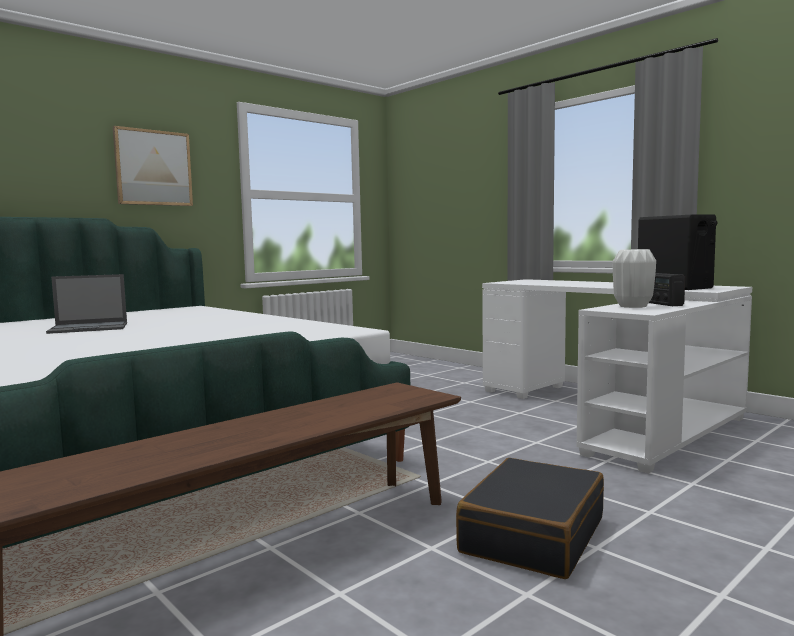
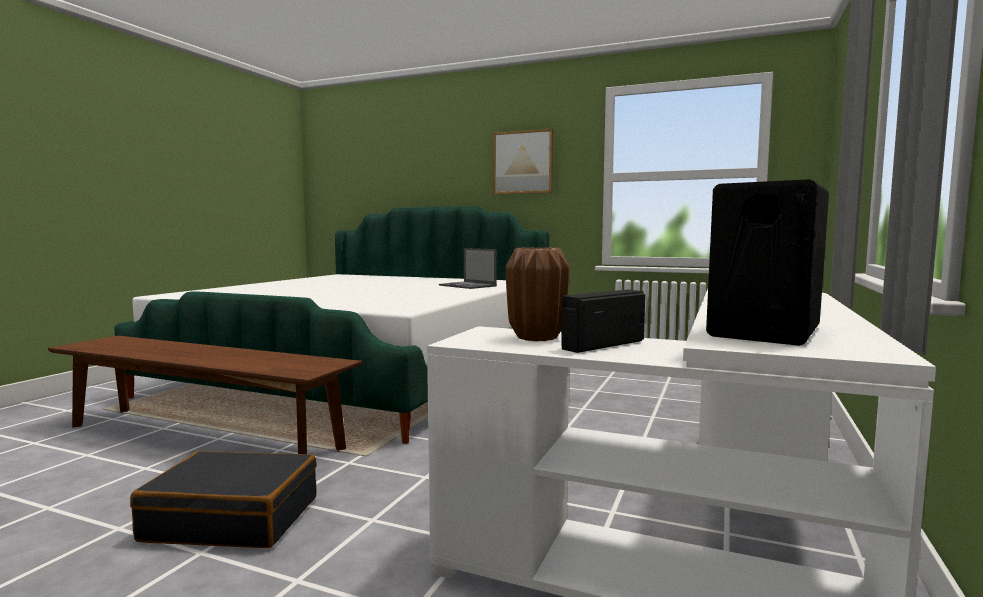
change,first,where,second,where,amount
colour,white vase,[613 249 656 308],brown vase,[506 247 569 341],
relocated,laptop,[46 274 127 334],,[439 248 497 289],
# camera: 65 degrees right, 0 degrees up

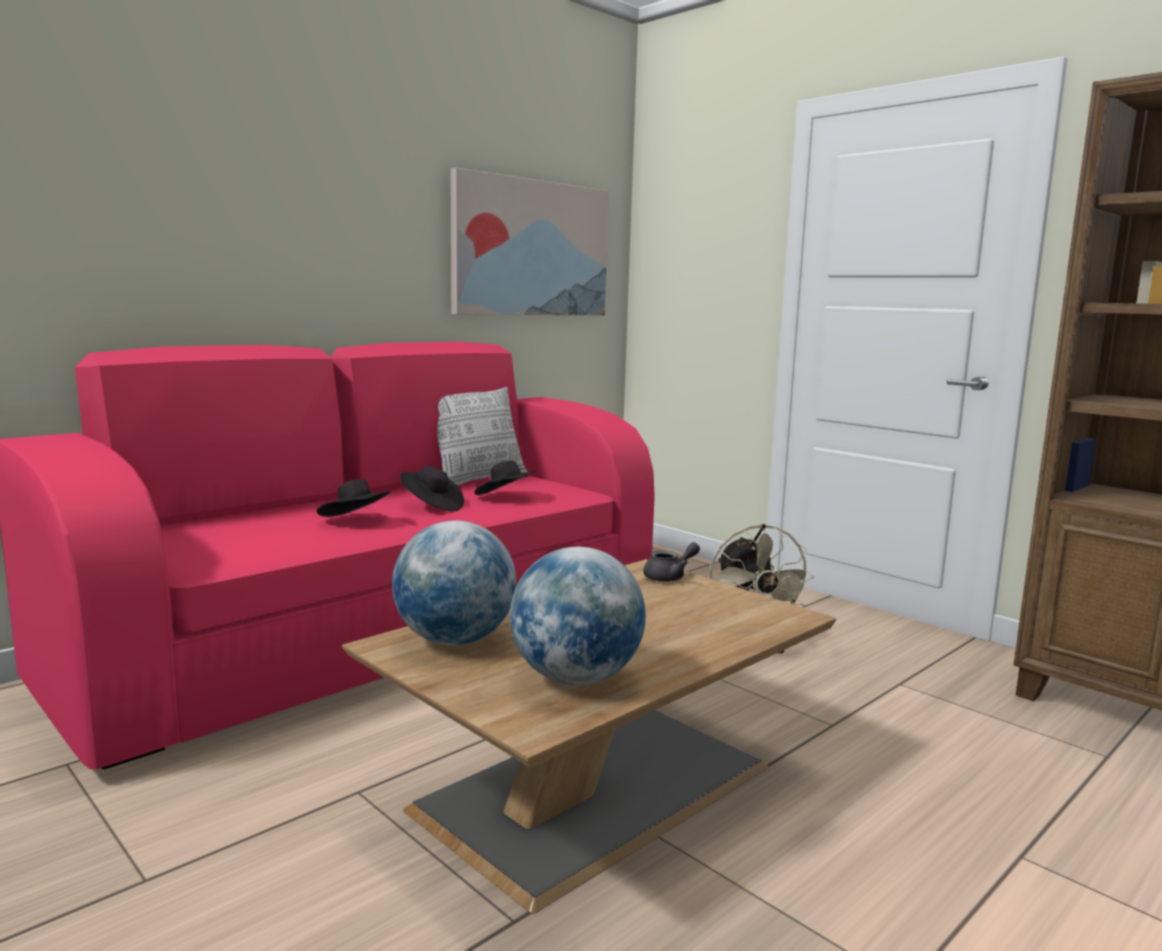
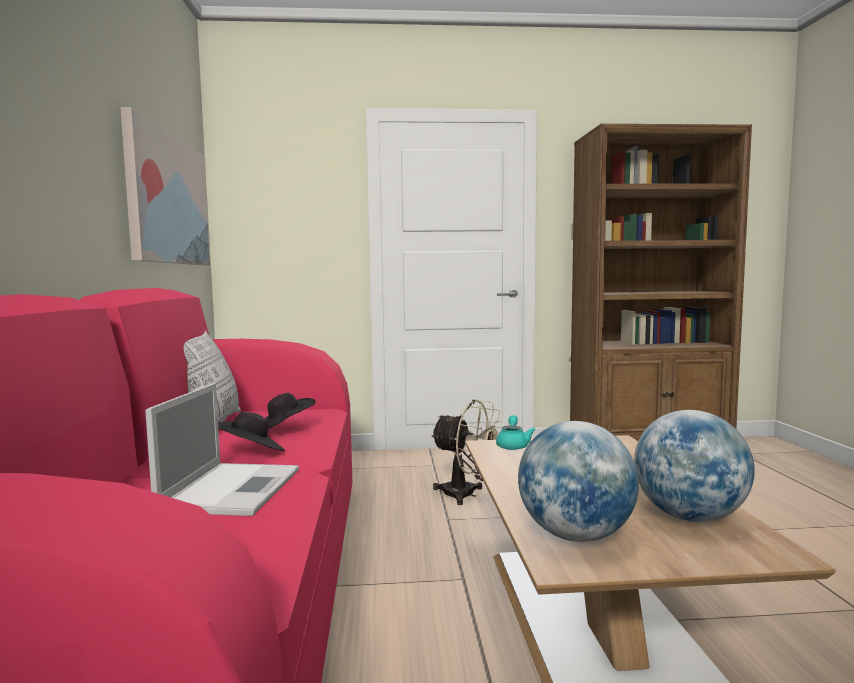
change,first,where,second,where,amount
exchanged,black hat,[317 479 391 517],laptop,[145 383 299 516],
colour,grey teapot,[643 542 700 582],turquoise teapot,[496 415 536 450],
# camera: 50 degrees left, 5 degrees down

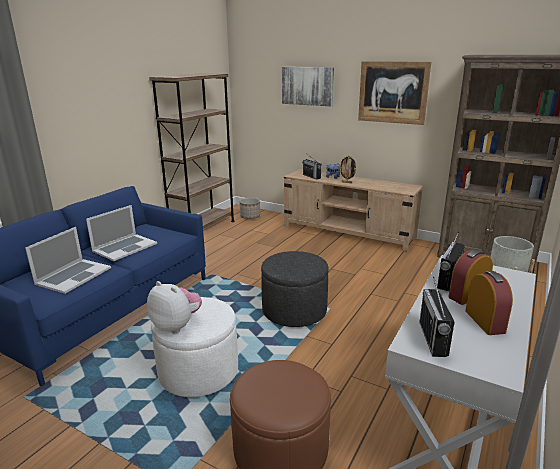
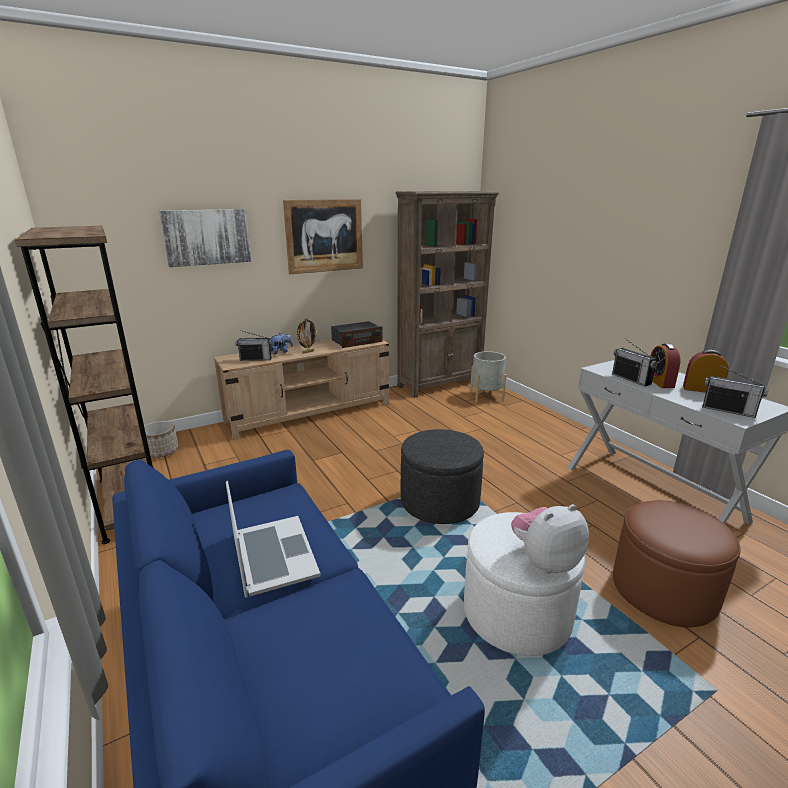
change,first,where,second,where,amount
missing,laptop,[25 227 111 294],,,
appeared,,,radio,[331 321 383 348],
# camera: 60 degrees left, 0 degrees up

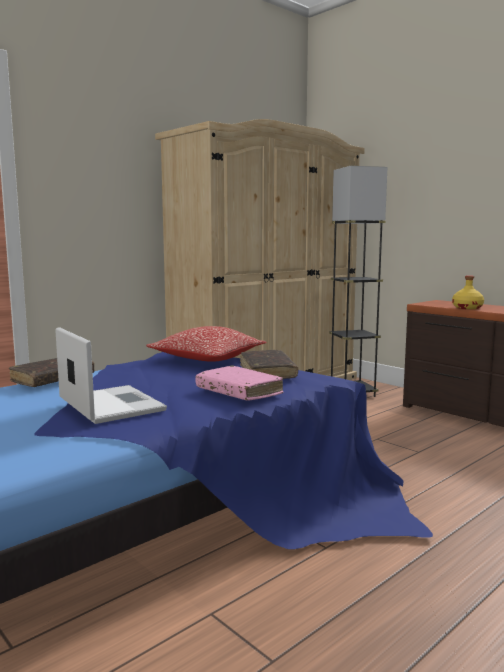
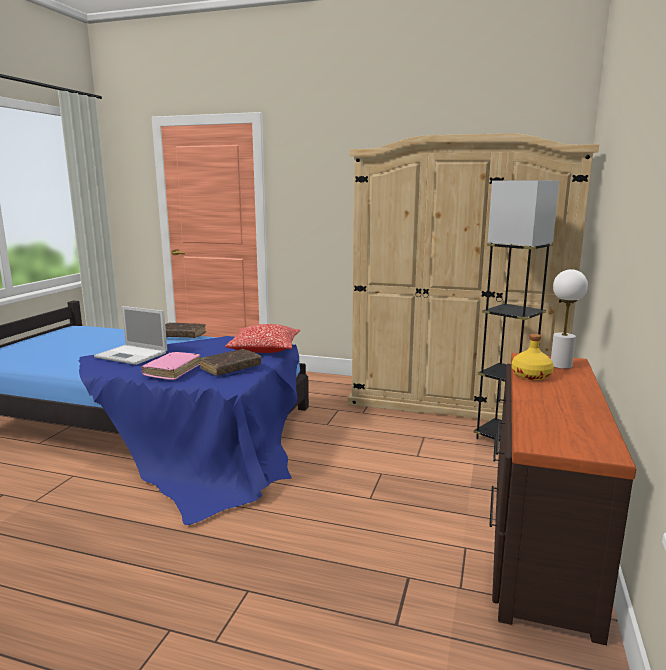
change,first,where,second,where,amount
spun,laptop,[55 327 167 424],,[94 306 167 365],90 degrees clockwise
appeared,,,white table lamp,[551 269 588 369],
# camera: 60 degrees right, 5 degrees up

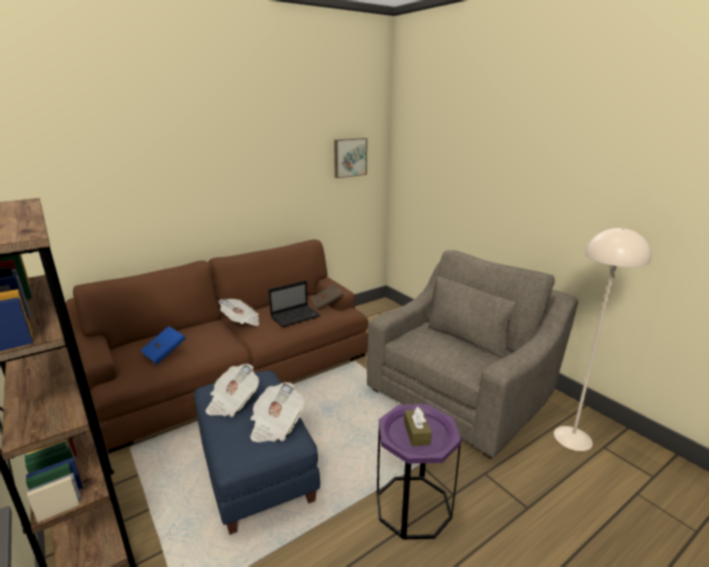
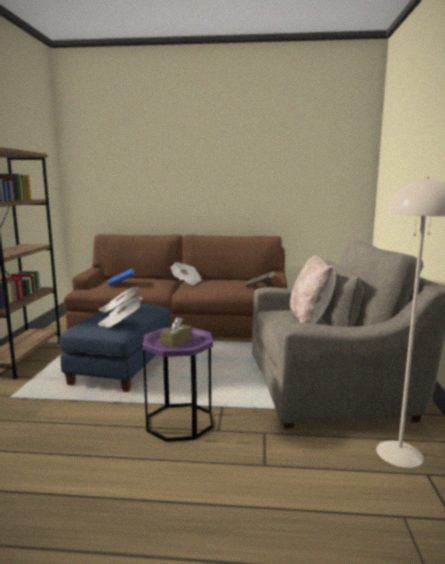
change,first,where,second,where,amount
missing,picture,[334 138 367 178],,,
missing,laptop,[269 280 321 327],,,
appeared,,,beige pillow,[290 255 336 324],
# camera: 40 degrees right, 10 degrees down

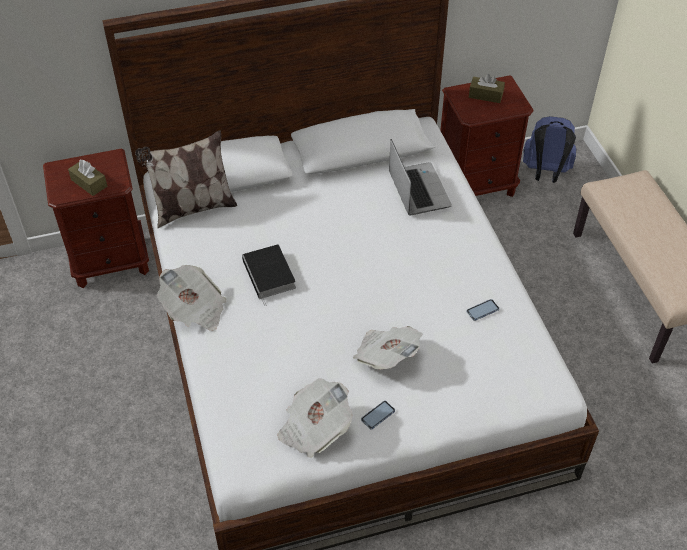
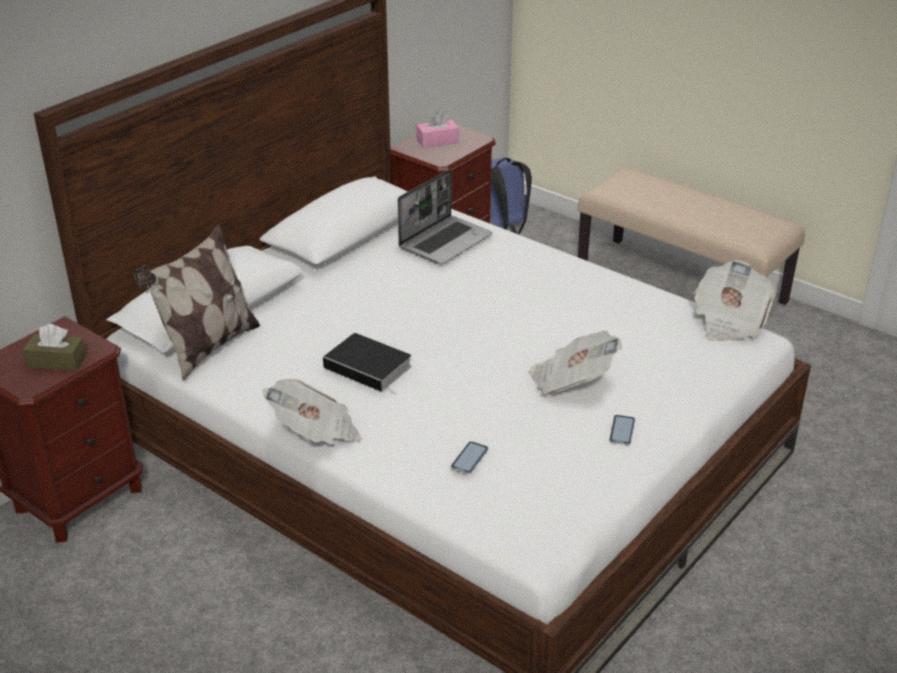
change,first,where,second,where,amount
colour,brown tissue box,[469 74 505 103],pink tissue box,[416 111 459 148],
spun,laptop,[389 139 452 215],,[398 169 492 264],90 degrees clockwise
relocated,phone,[466 299 499 321],,[451 441 488 474],
relocated,newspaper,[277 378 353 458],,[693 260 776 341],
# camera: 35 degrees left, 15 degrees down

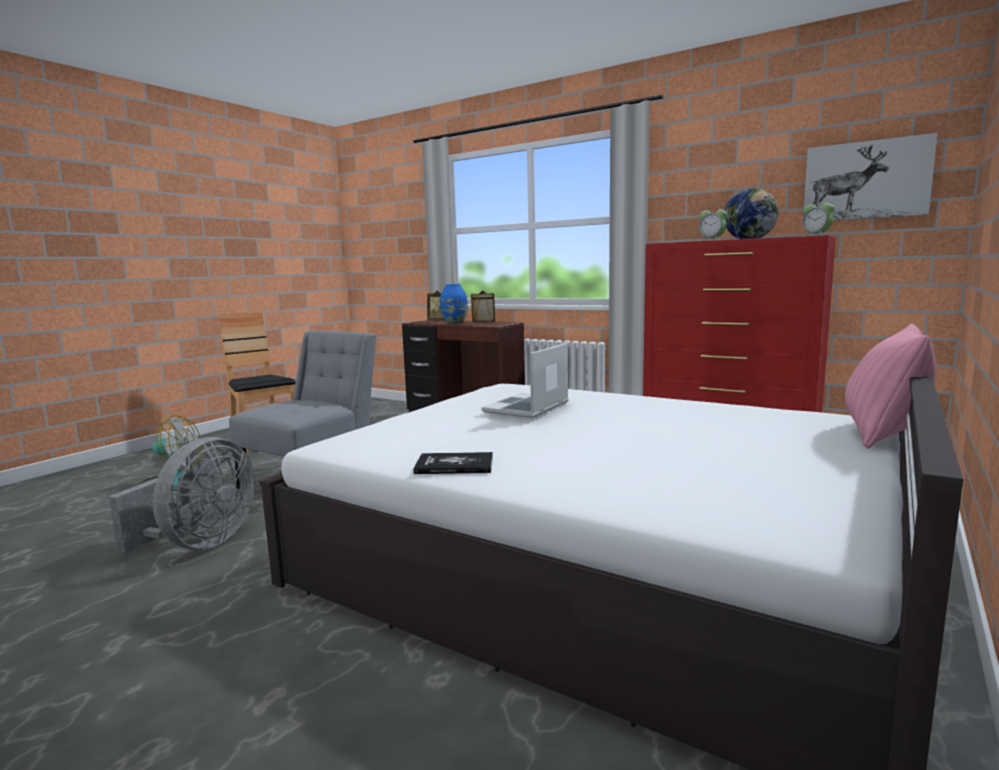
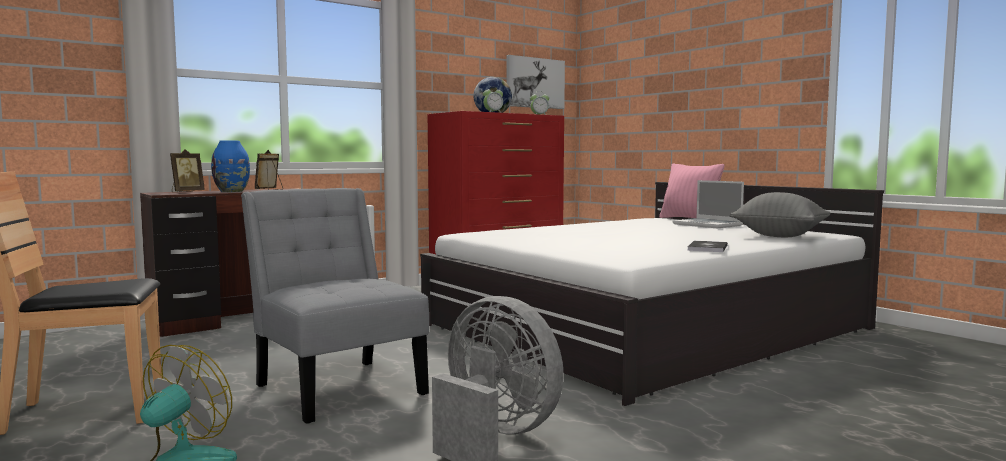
change,first,where,second,where,amount
relocated,laptop,[481 343 569 418],,[673 180 744 228],
appeared,,,grey pillow,[730 192 830 237],
# camera: 70 degrees left, 5 degrees down

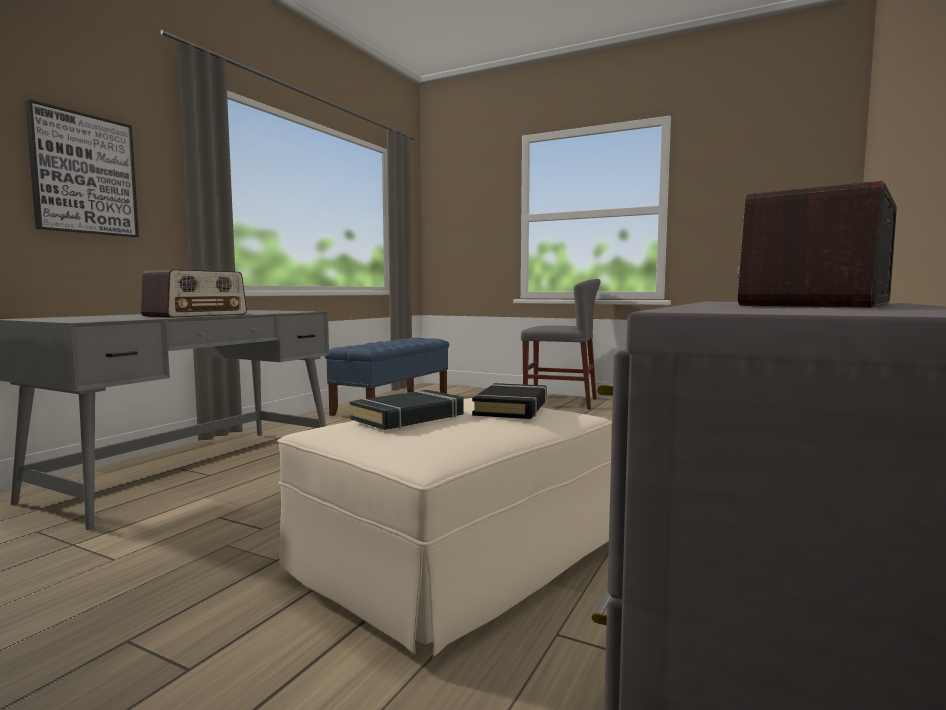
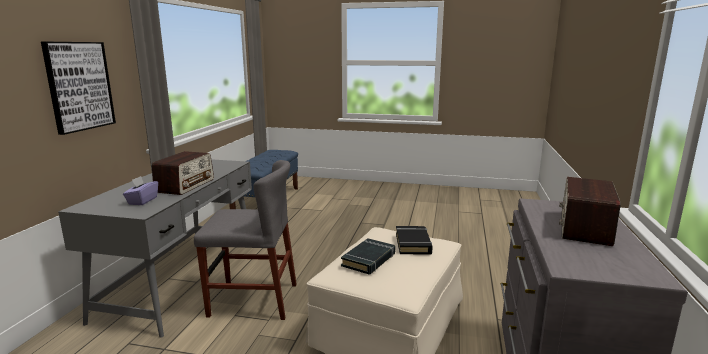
change,first,where,second,where,amount
relocated,grey chair,[521 279 601 409],,[194 160 297 320],
appeared,,,purple tissue box,[123 176 158 205],
# camera: 15 degrees left, 10 degrees up

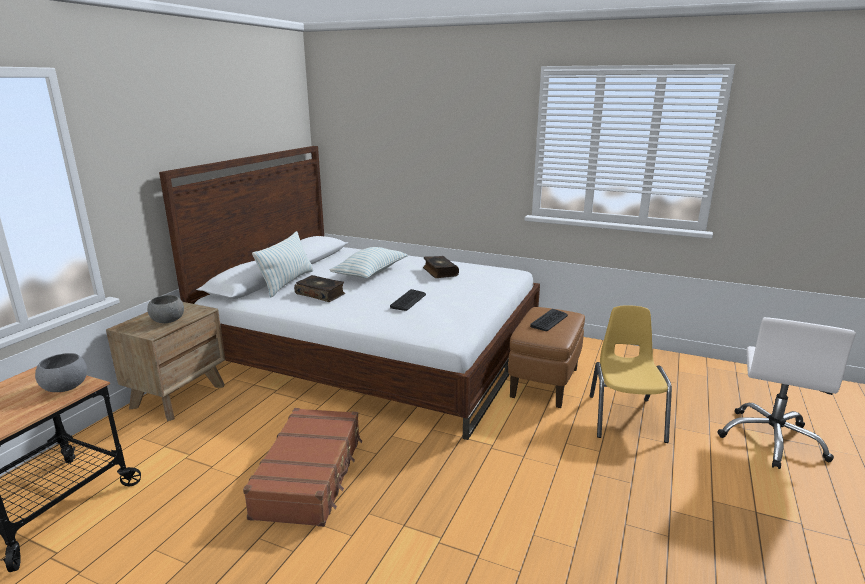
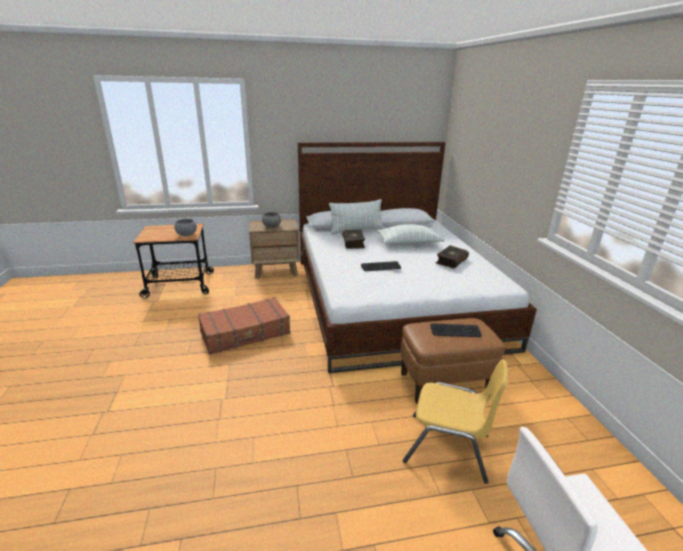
change,first,where,second,where,amount
spun,yellow chair,[590 305 672 443],,[403 359 508 484],45 degrees clockwise
# camera: 55 degrees right, 5 degrees up

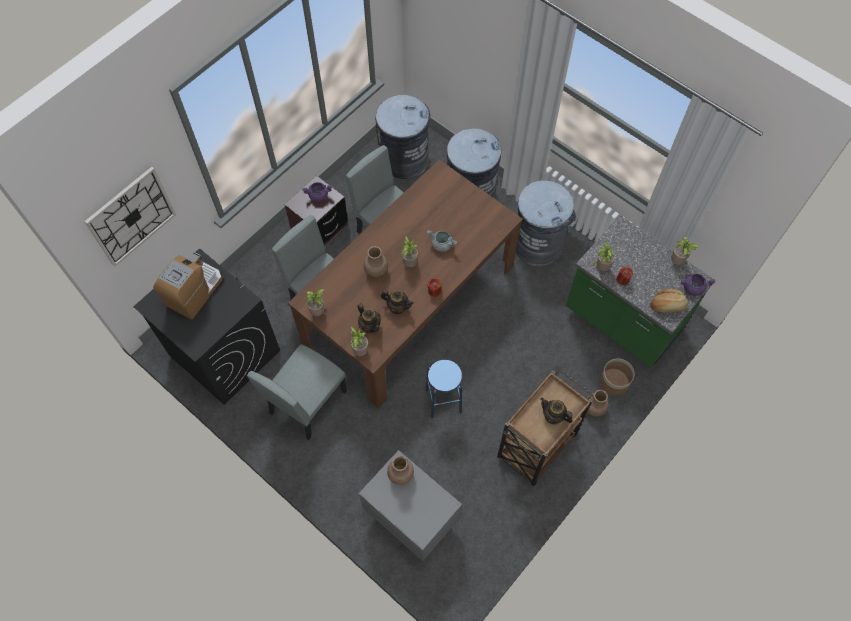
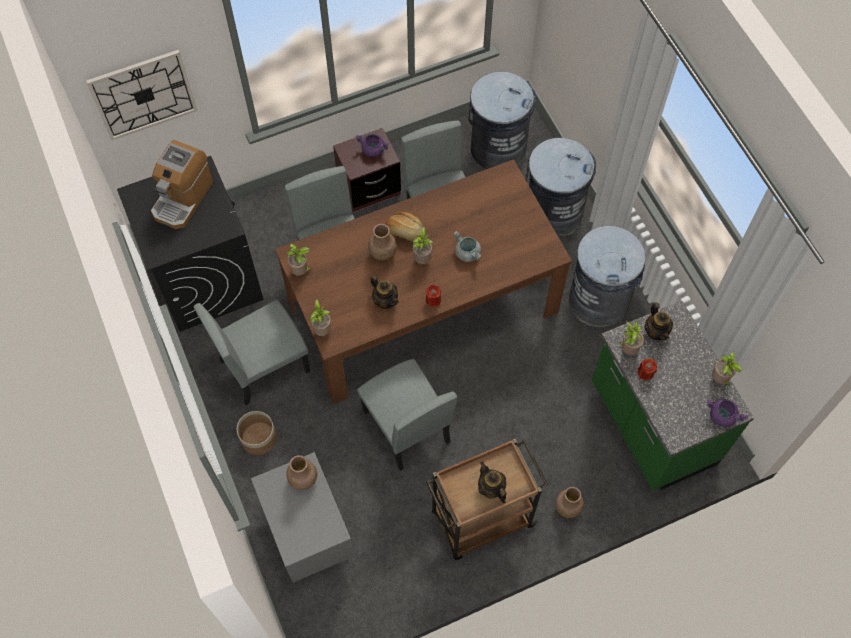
change,first,where,second,where,amount
spun,coffee machine,[153 252 223 320],,[151 140 213 229],150 degrees clockwise
relocated,bread,[650 289 688 312],,[385 212 423 242],
relocated,teapot,[357 303 381 333],,[644 302 673 340],
relocated,planter,[599 358 635 396],,[237 411 277 455],
exchanged,blue stool,[425 360 462 419],grey chair,[357 359 457 471],
# camera: 25 degrees right, 0 degrees up

